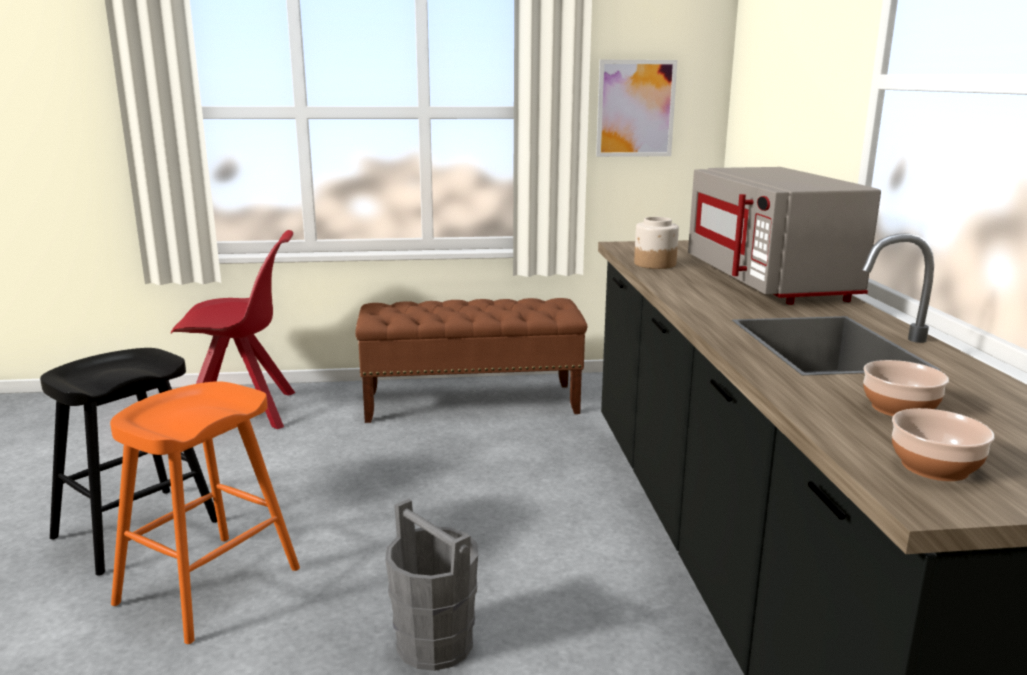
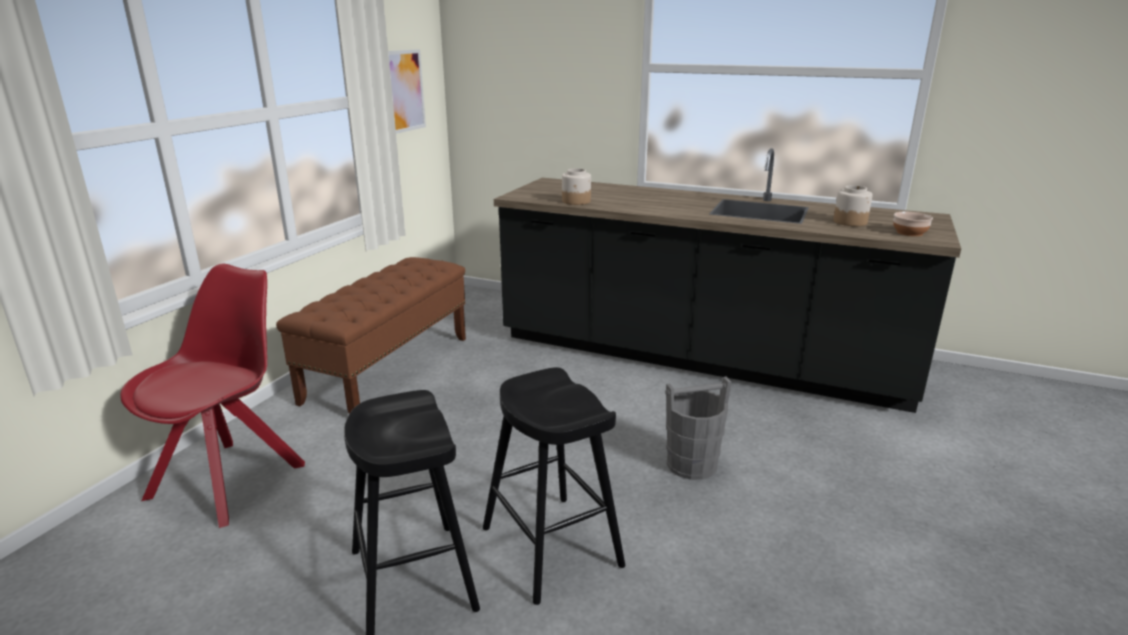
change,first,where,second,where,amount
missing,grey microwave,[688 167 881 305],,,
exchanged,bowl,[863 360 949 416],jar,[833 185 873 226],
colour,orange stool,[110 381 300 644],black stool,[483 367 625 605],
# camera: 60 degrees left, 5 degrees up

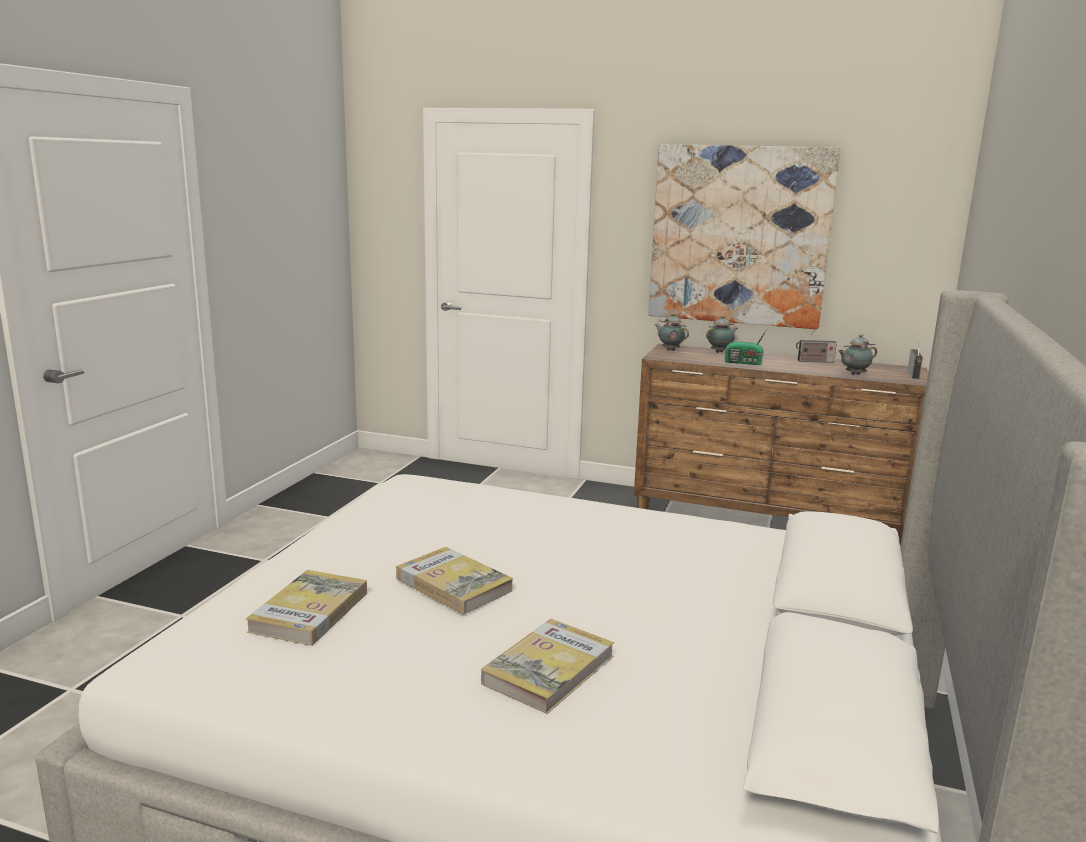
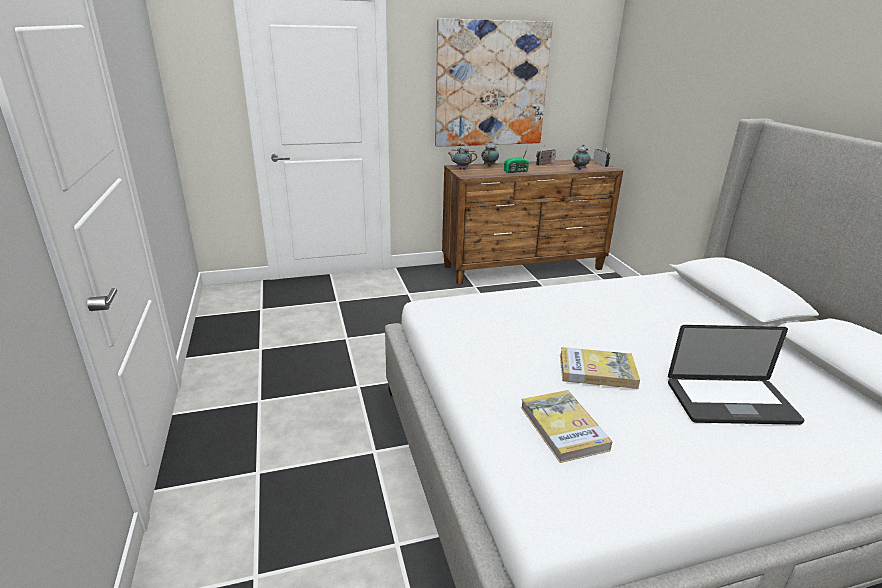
change,first,where,second,where,amount
exchanged,book,[481 619 614 714],laptop,[668 325 804 425],
# camera: 35 degrees left, 10 degrees up

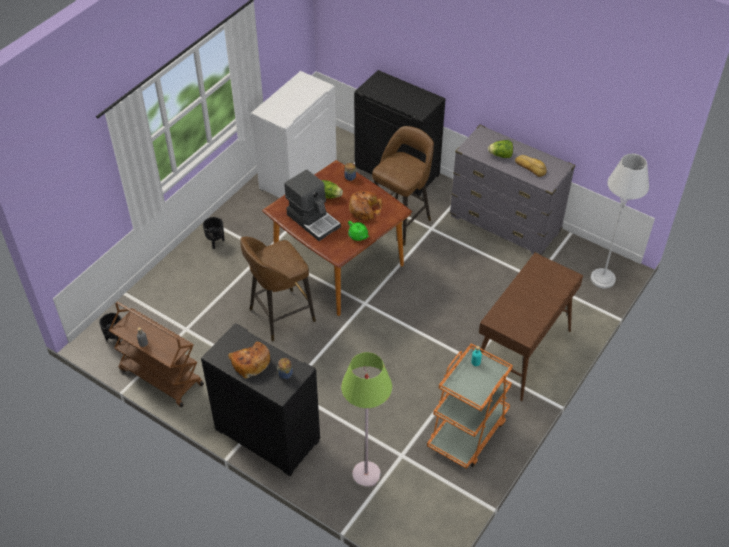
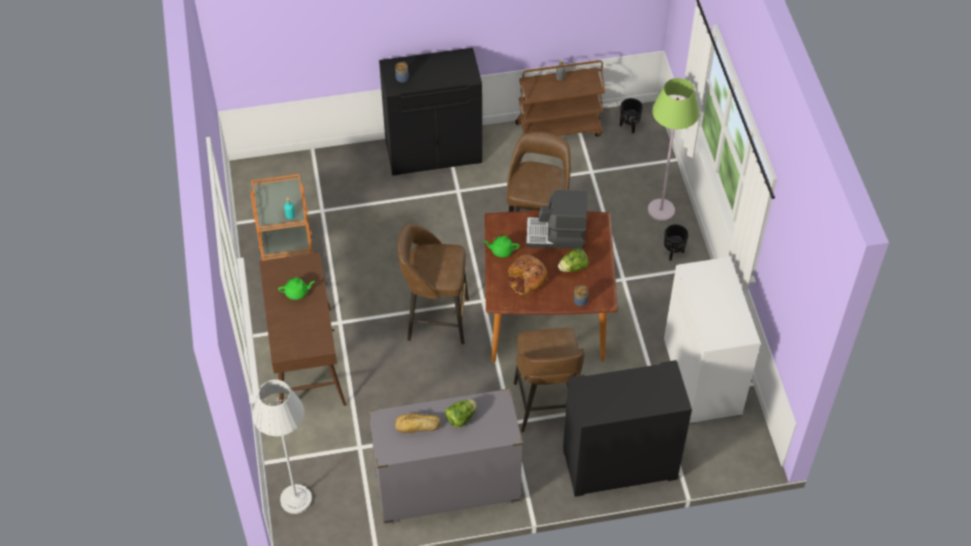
change,first,where,second,where,amount
missing,bread,[228 342 270 378],,,
relocated,green floor lamp,[341 352 392 487],,[648 78 699 221],
appeared,,,brown stool,[398 223 469 345],
appeared,,,green teapot,[278 278 315 300],
# camera: 135 degrees right, 5 degrees up

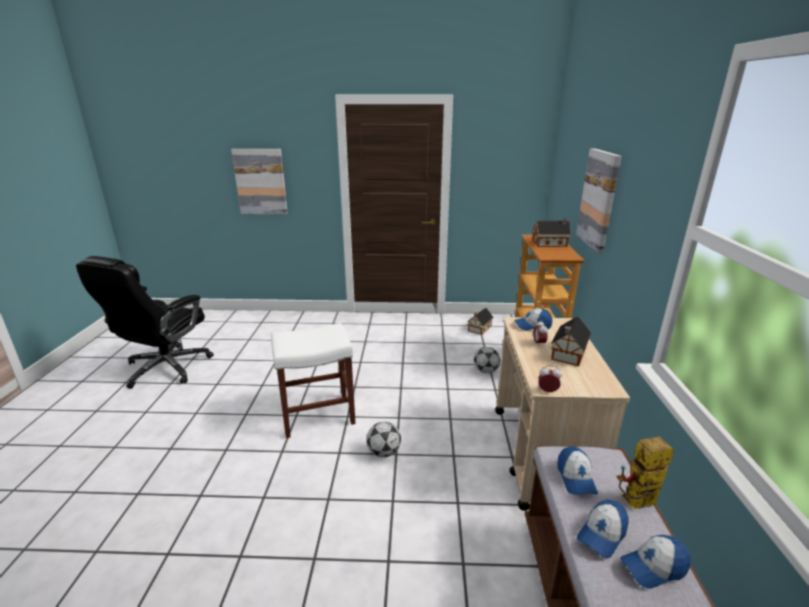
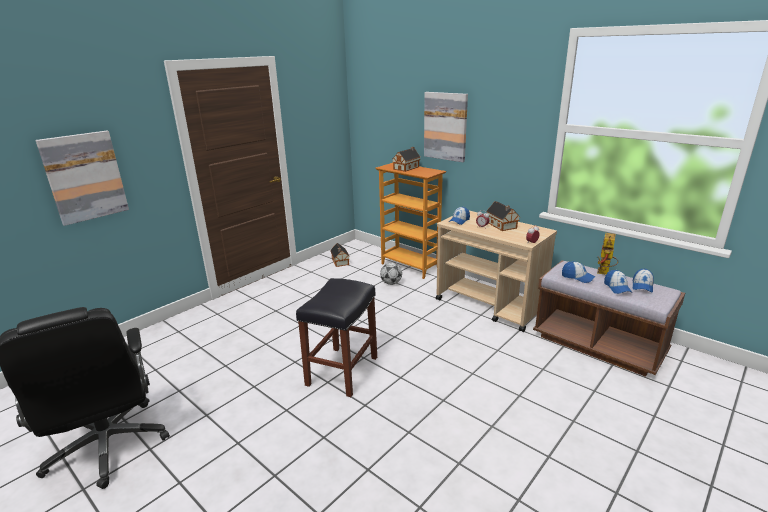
change,first,where,second,where,amount
colour,white stool,[271 323 356 438],black stool,[296 278 377 397],
missing,football,[367 422 401 458],,,
# camera: 50 degrees left, 0 degrees up

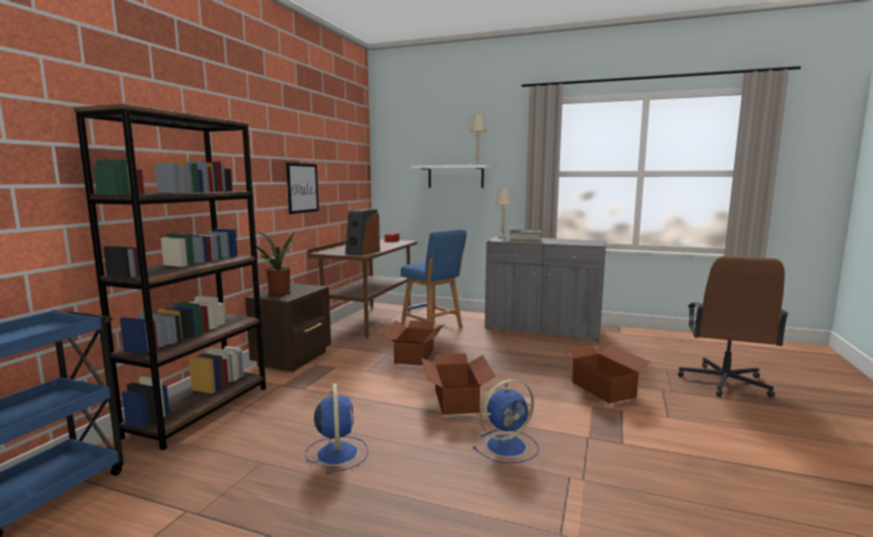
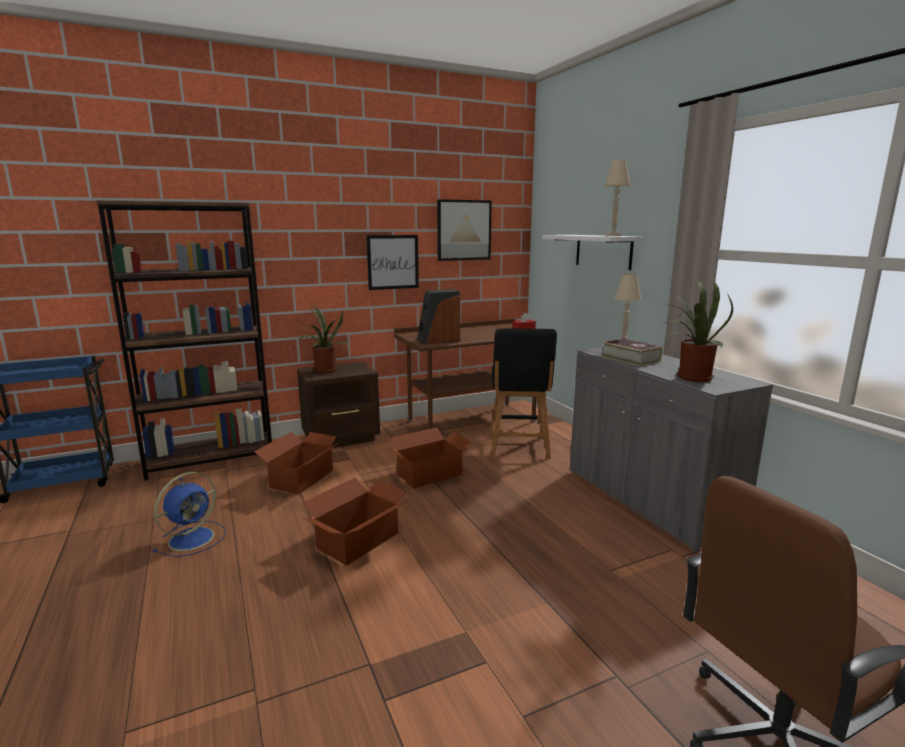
change,first,where,second,where,amount
colour,blue stool,[401 230 467 328],black stool,[490 328 557 459],
relocated,cardboard box,[563 344 650 404],,[254 432 342 494],
missing,blue fan,[473 379 539 463],,,
appeared,,,picture,[437 199 492 261],
appeared,,,potted plant,[664 281 733 382],
# camera: 45 degrees right, 5 degrees up

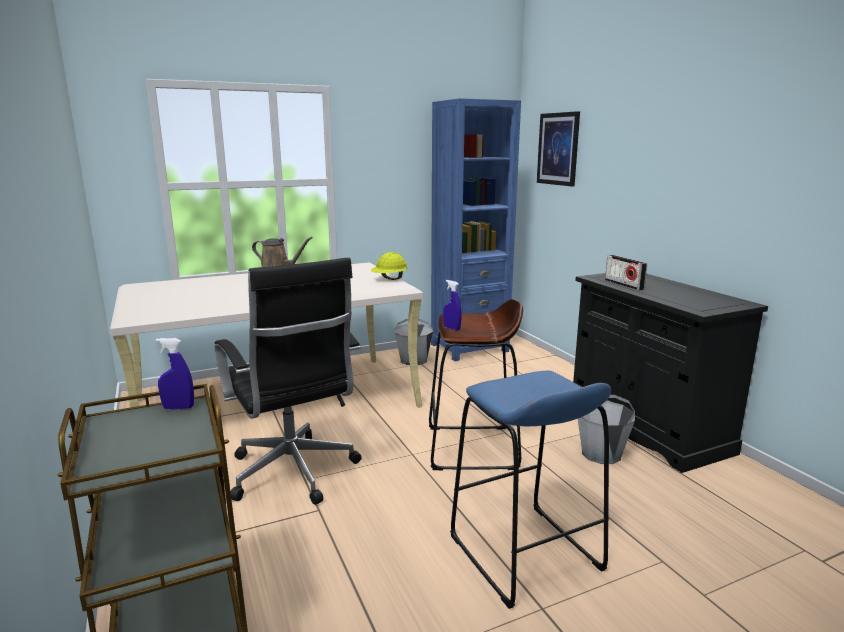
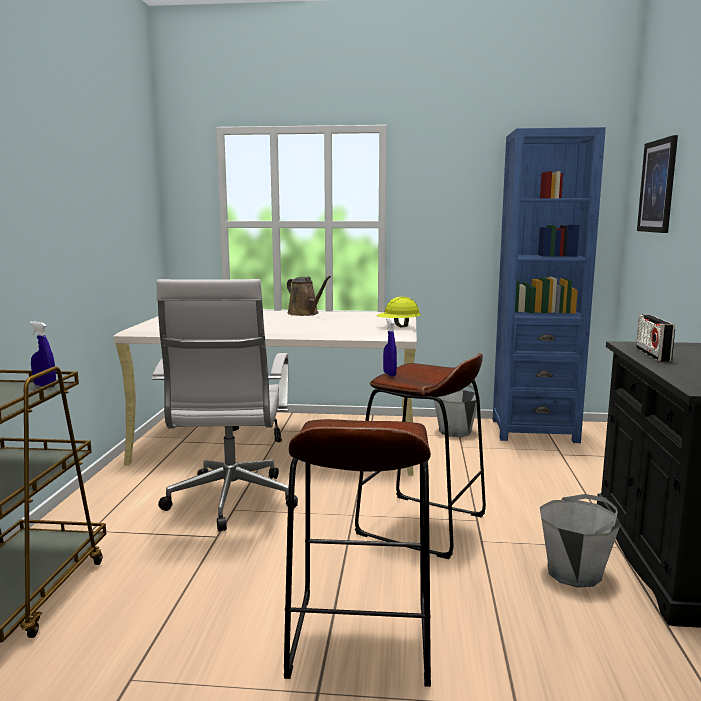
change,first,where,second,where,amount
colour,black office chair,[215 258 362 505],white office chair,[151 279 298 531],
colour,blue stool,[450 371 611 609],brown stool,[284 419 431 687],
# camera: 30 degrees right, 5 degrees down

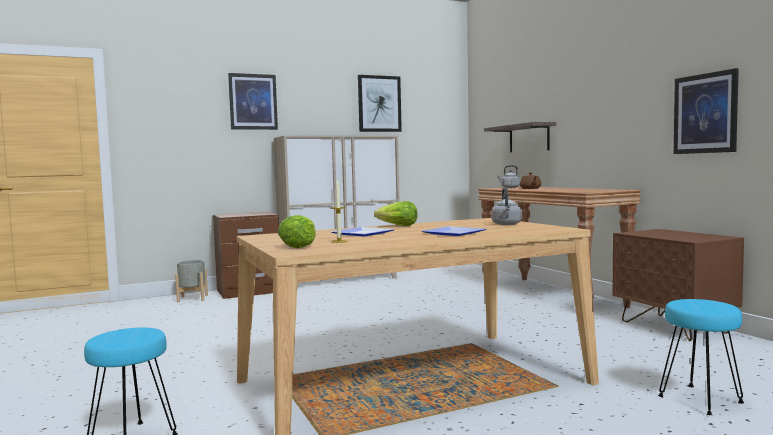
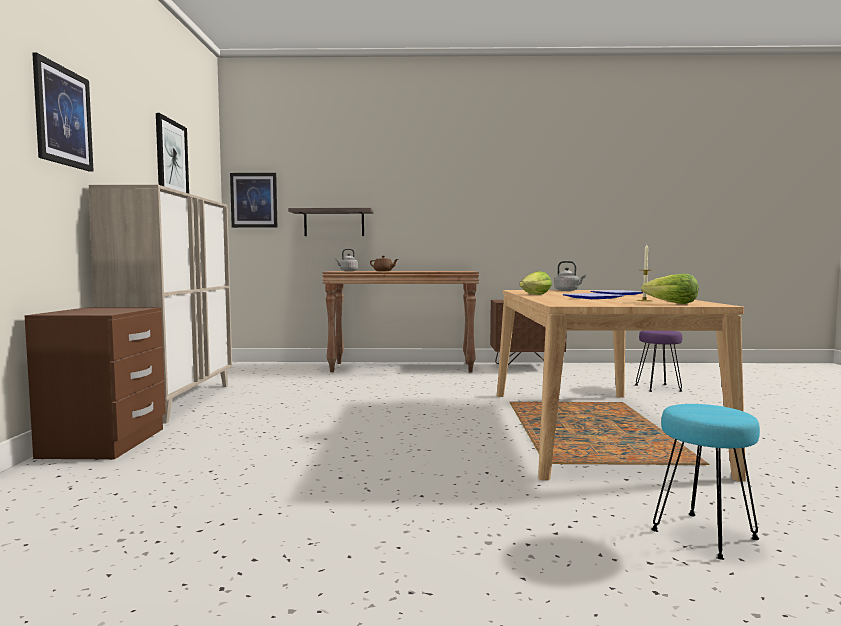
change,first,where,second,where,amount
relocated,picture,[674 68 739 154],,[230 173 277 228],
missing,grey planter,[175 260 208 302],,,
colour,turquoise stool,[658 299 744 415],purple stool,[635 331 682 392],
# camera: 65 degrees left, 0 degrees up

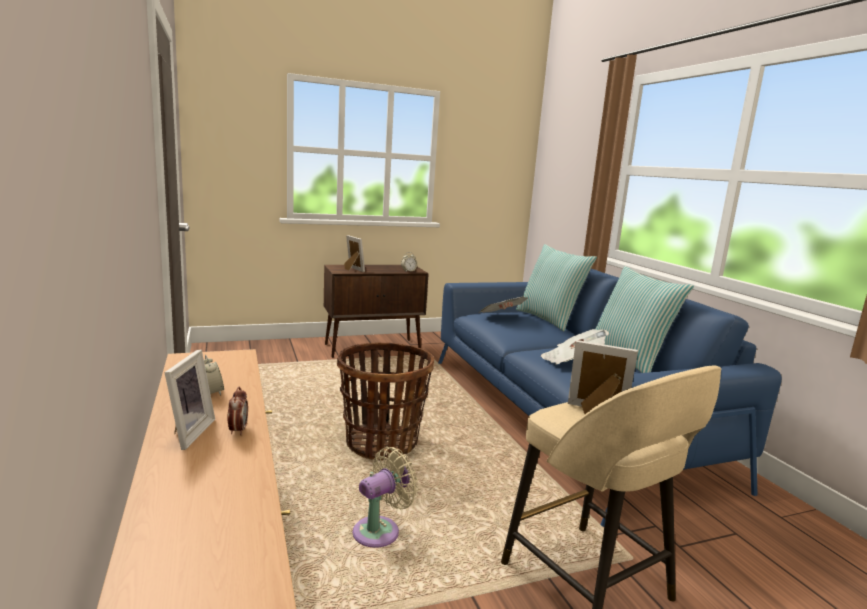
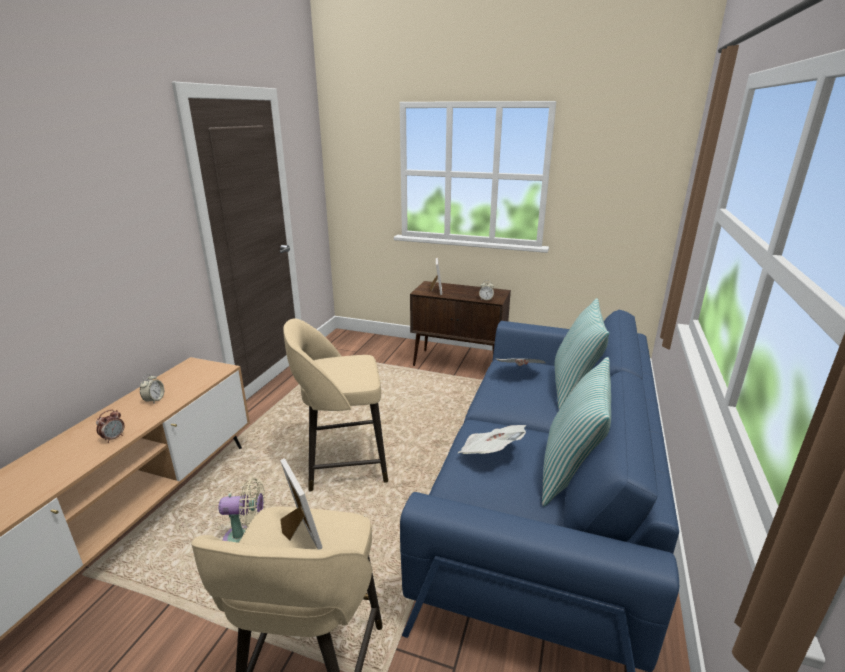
change,first,where,second,where,amount
exchanged,basket,[337 343 434 461],beige stool,[283 318 388 492],
missing,picture frame,[164 349 215 450],,,
# camera: 40 degrees right, 10 degrees up

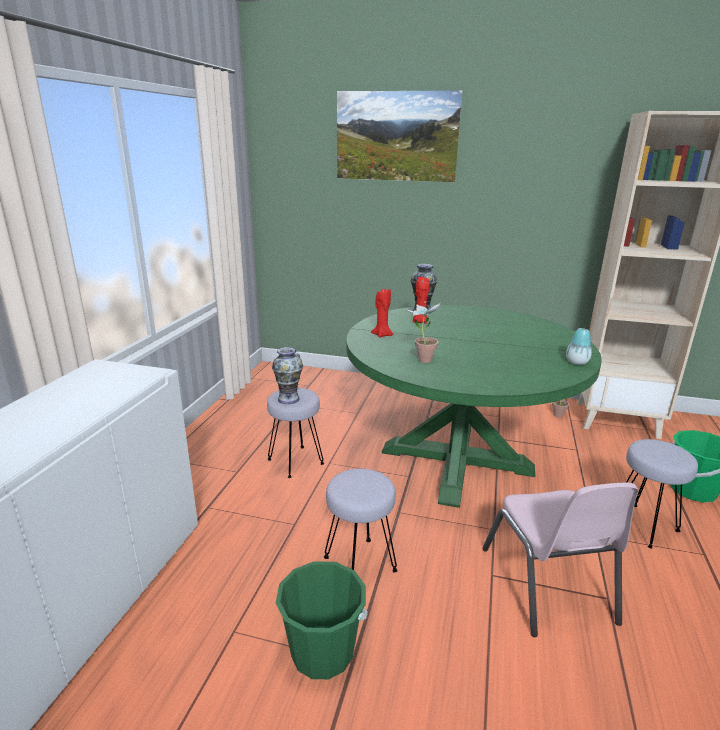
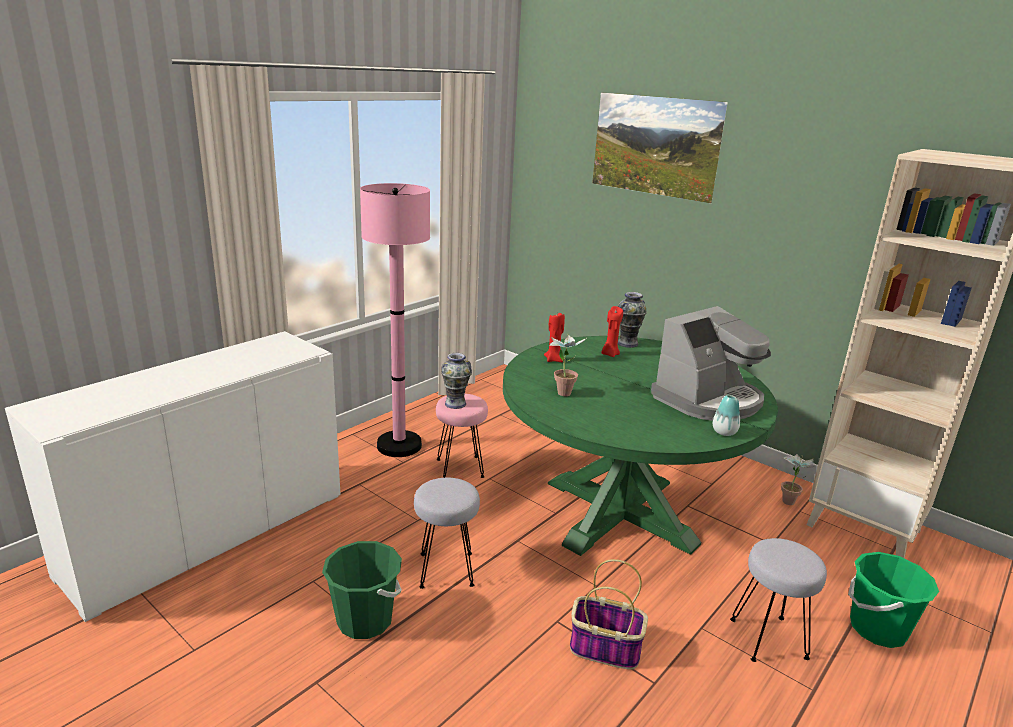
change,first,where,second,where,amount
colour,grey stool,[267 388 324 478],pink stool,[436 394 488 478],
exchanged,pink chair,[482 482 639 637],basket,[570 559 648 670],
appeared,,,pink floor lamp,[360 183 430 457],
appeared,,,coffee machine,[651 306 771 421],
# camera: 25 degrees right, 0 degrees up

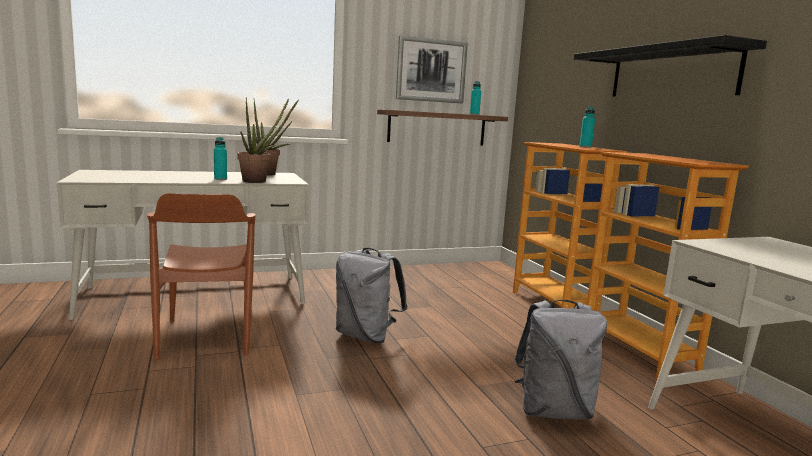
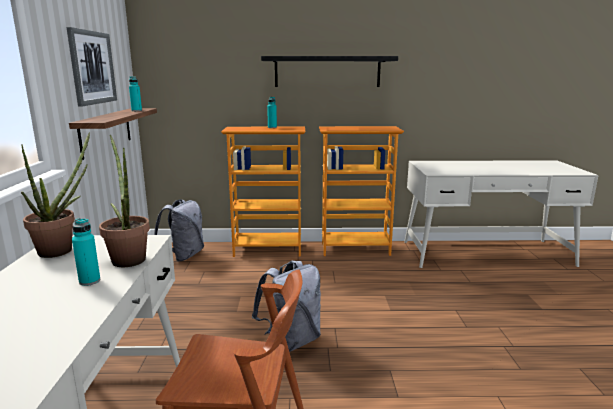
change,first,where,second,where,amount
relocated,grey backpack,[514 300 607 420],,[154 200 204 261],
# camera: 70 degrees left, 5 degrees up

